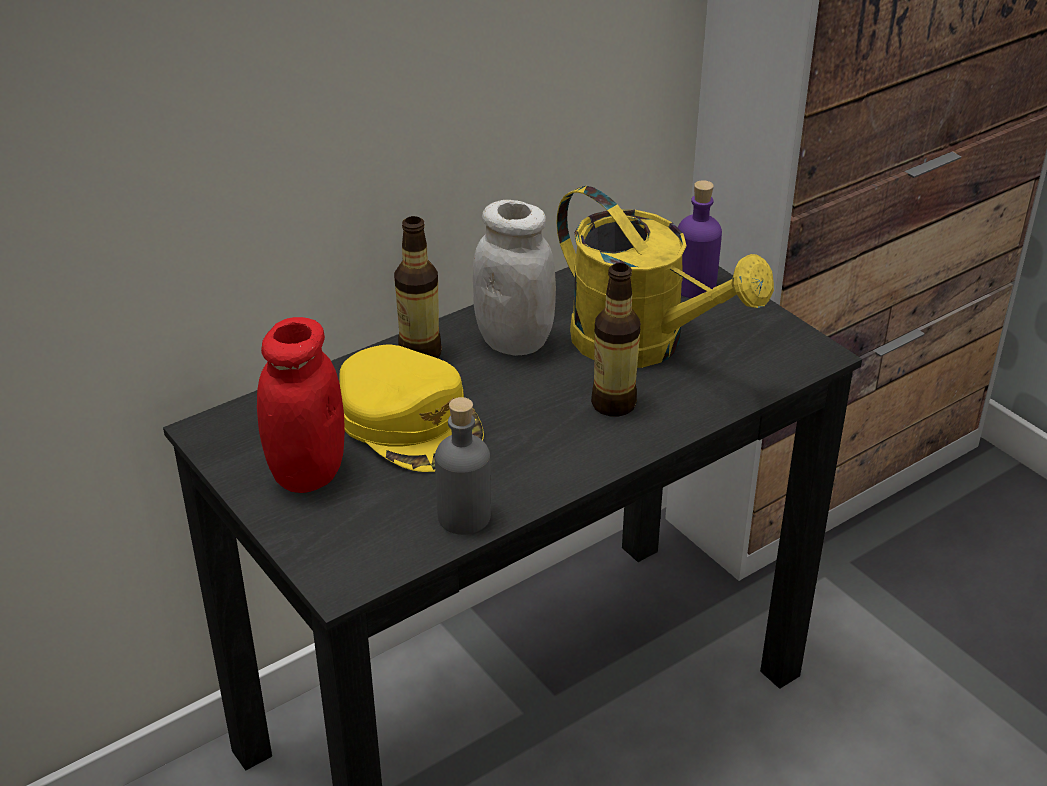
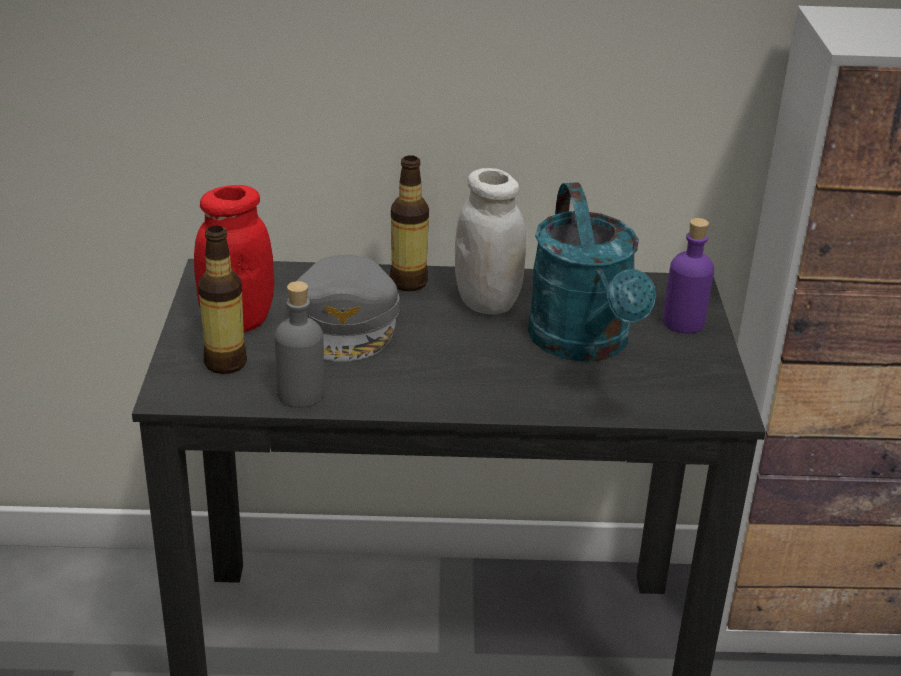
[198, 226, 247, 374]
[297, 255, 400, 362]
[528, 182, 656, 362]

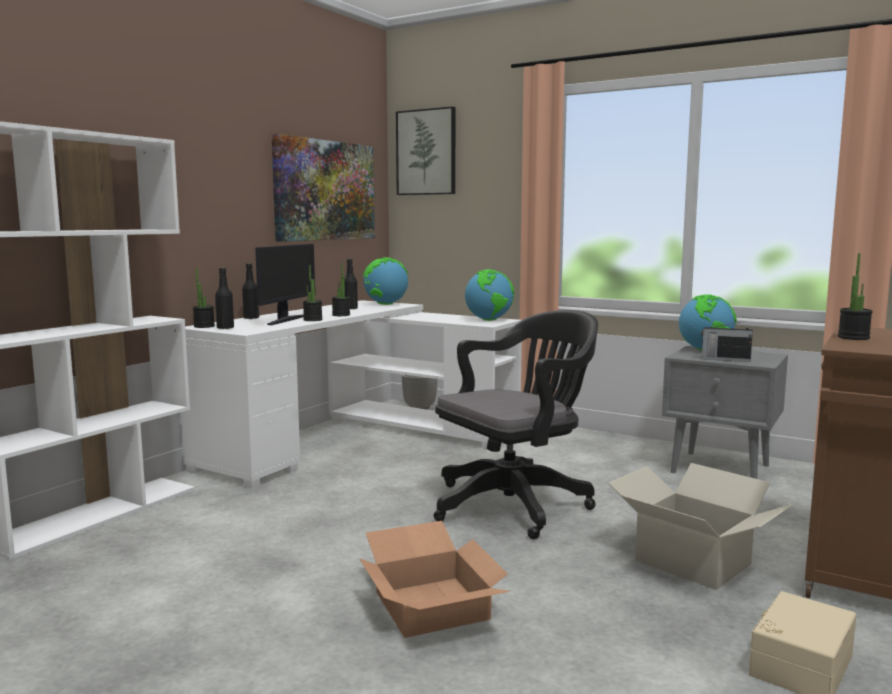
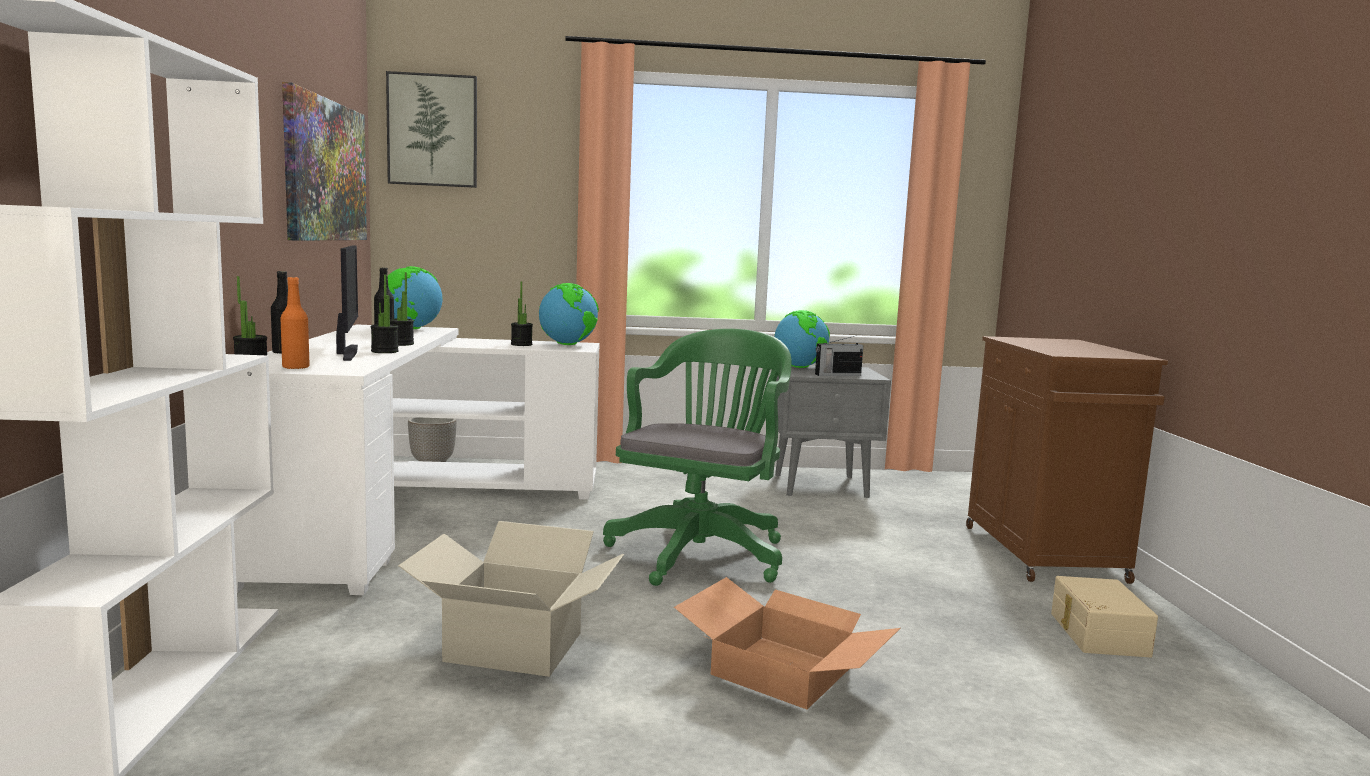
[280, 277, 310, 369]
[398, 521, 624, 677]
[511, 281, 533, 346]
[603, 329, 792, 586]

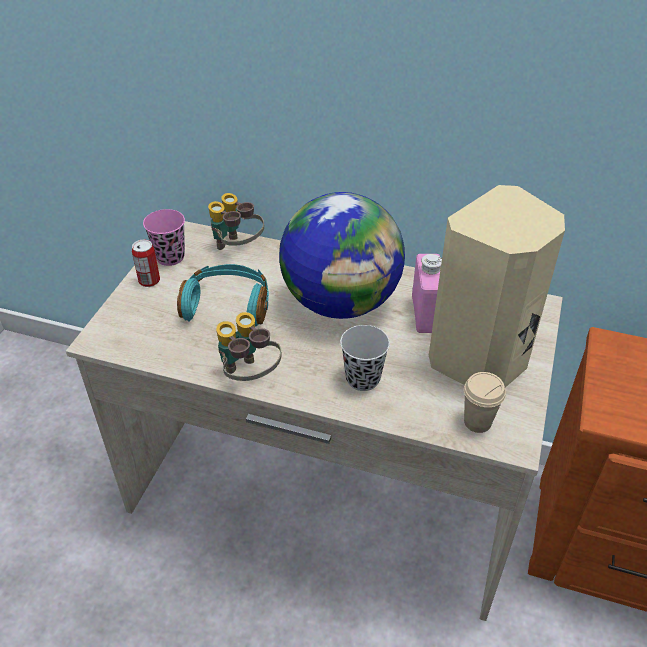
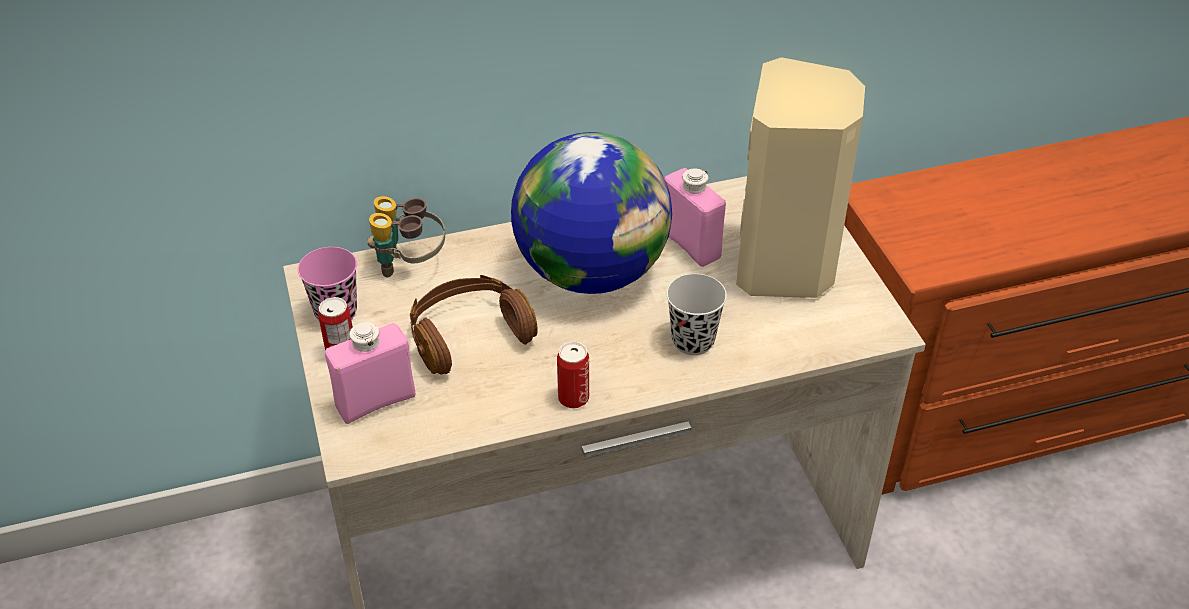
[325, 322, 415, 424]
[410, 275, 537, 375]
[557, 342, 589, 408]
[464, 372, 506, 433] (first image)

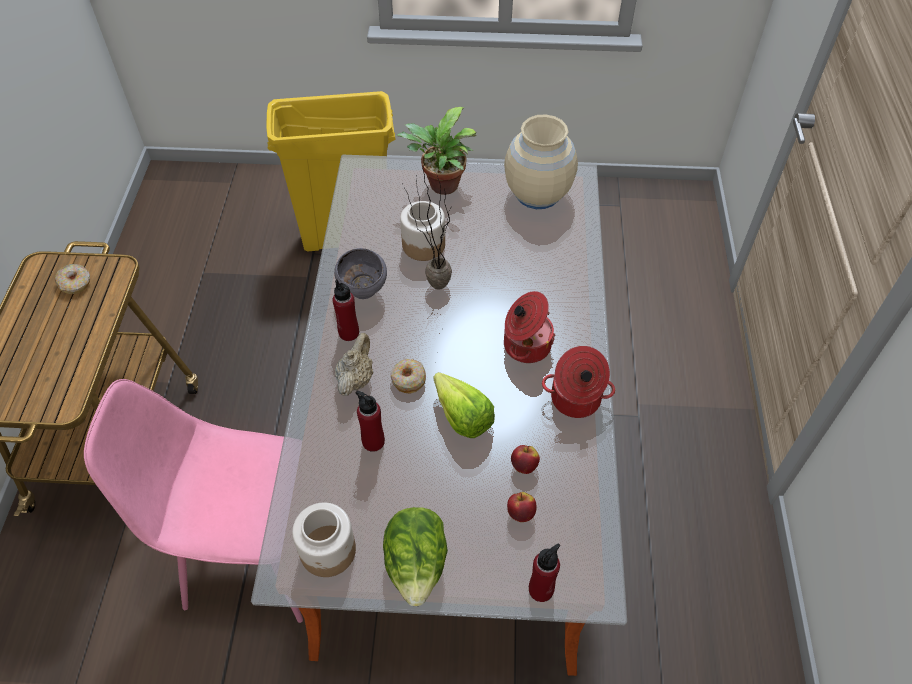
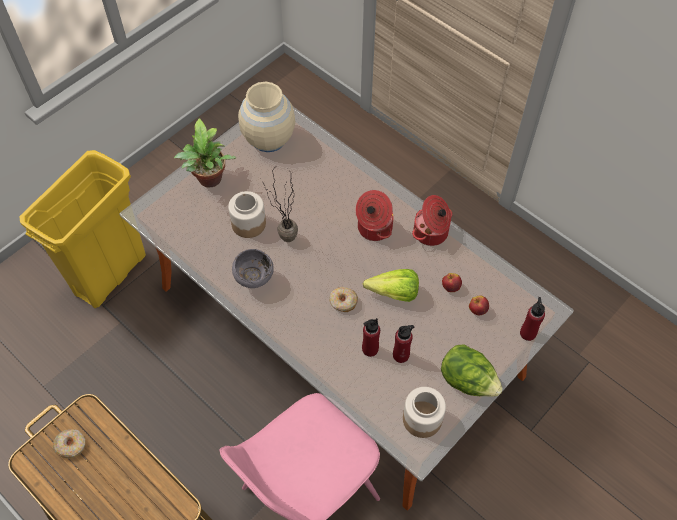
[393, 325, 414, 363]
[335, 333, 373, 396] (first image)

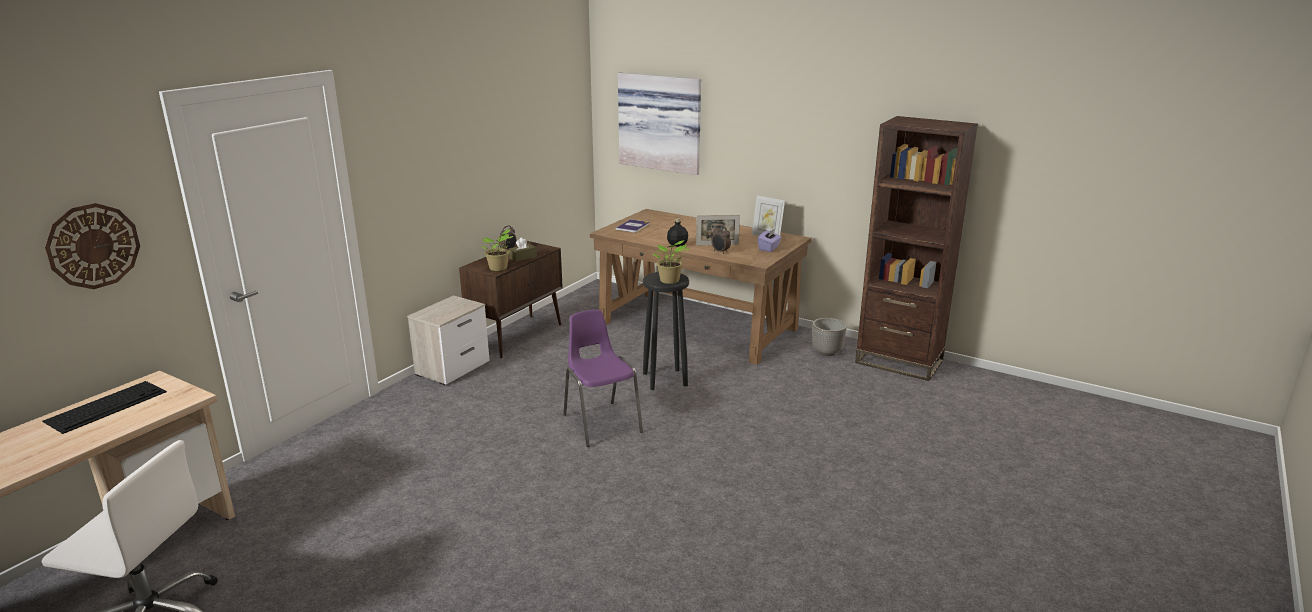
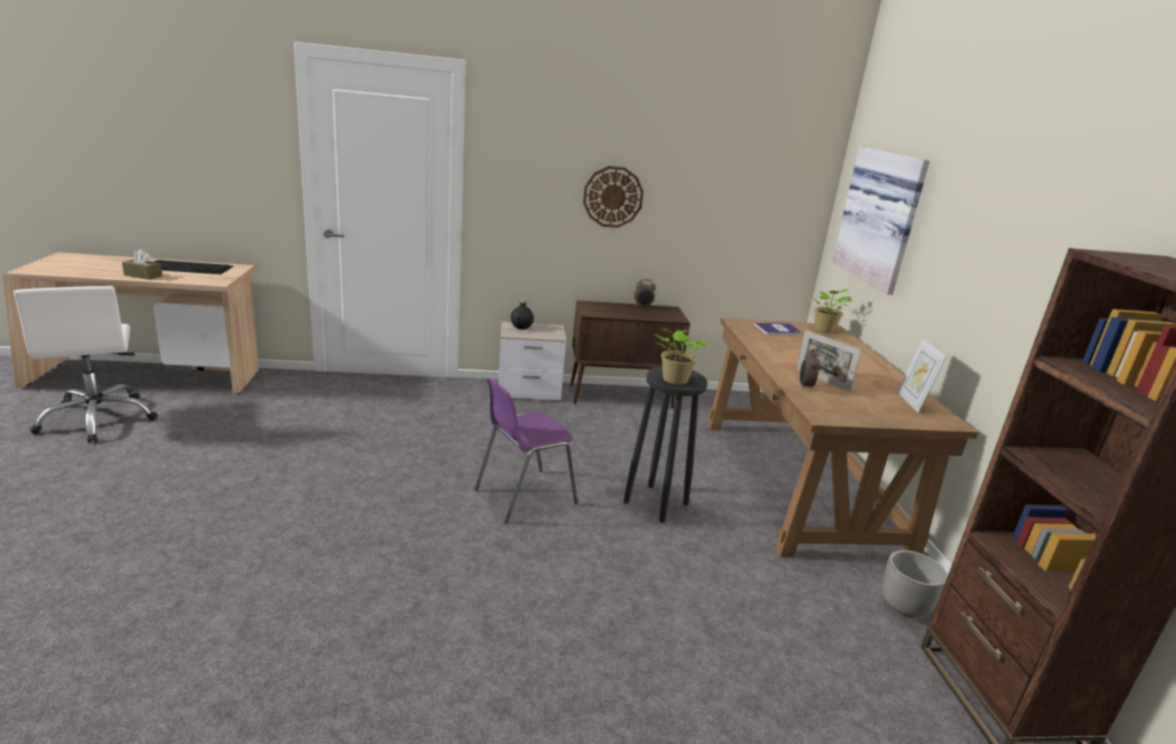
[122, 250, 163, 280]
[475, 378, 578, 524]
[511, 299, 534, 329]
[583, 166, 644, 228]
[812, 290, 854, 333]
[758, 229, 782, 252] (first image)

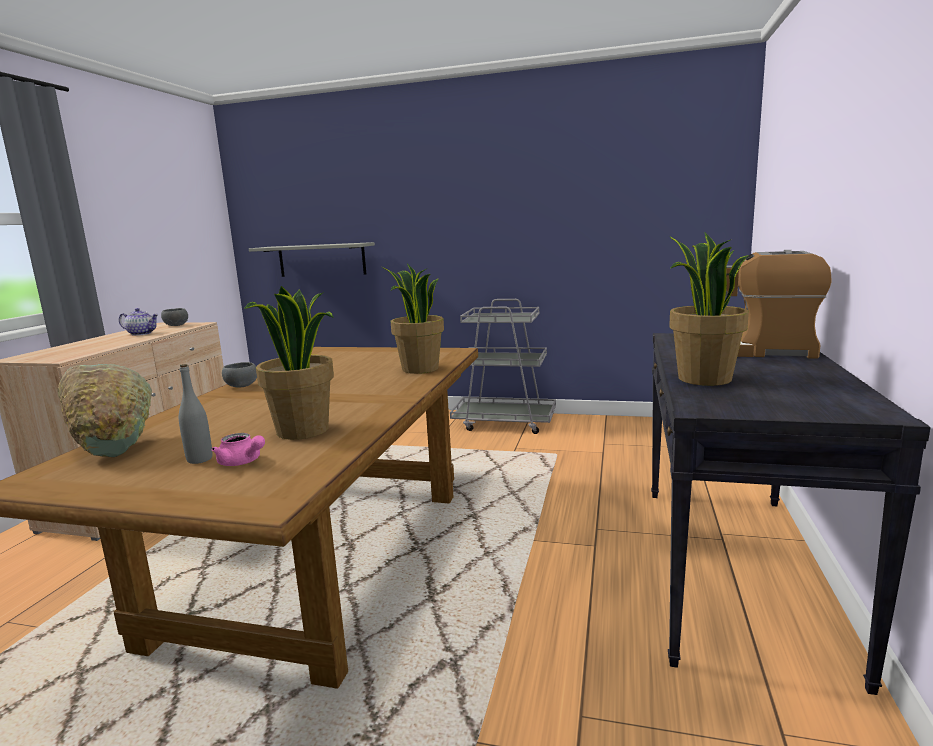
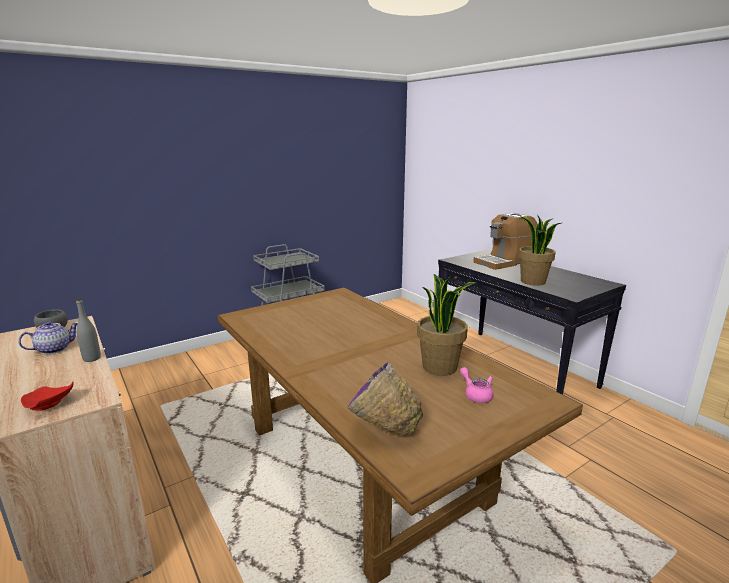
[21, 382, 74, 411]
[76, 298, 101, 362]
[348, 362, 423, 435]
[460, 367, 493, 403]
[222, 362, 257, 388] (first image)
[249, 242, 375, 277] (first image)
[382, 263, 444, 374] (first image)

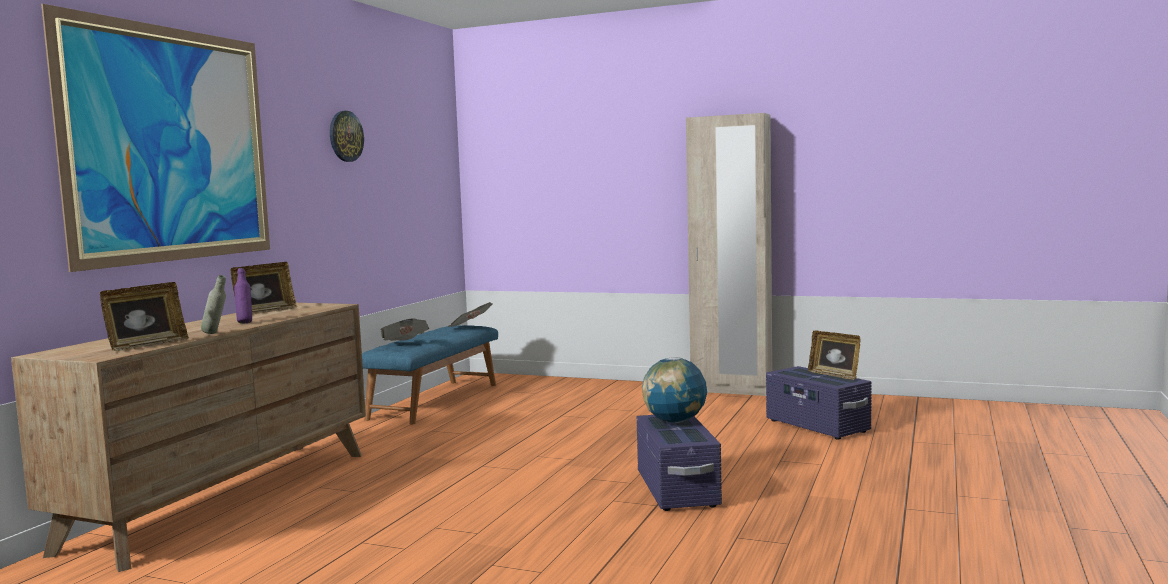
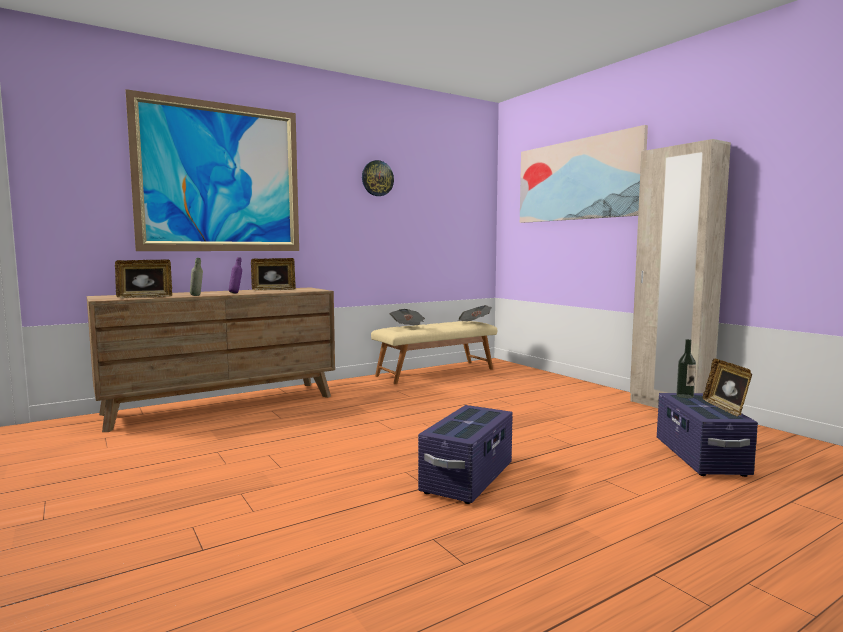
[371, 321, 497, 384]
[520, 125, 648, 223]
[676, 339, 696, 399]
[642, 357, 707, 423] (first image)

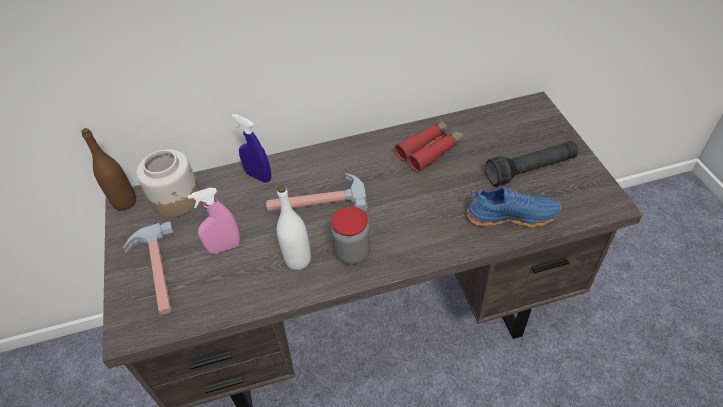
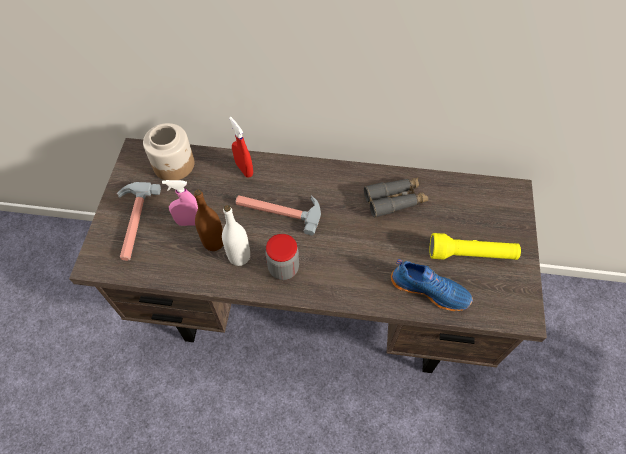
[194, 189, 223, 251]
[229, 117, 253, 178]
[364, 177, 428, 218]
[430, 233, 521, 260]

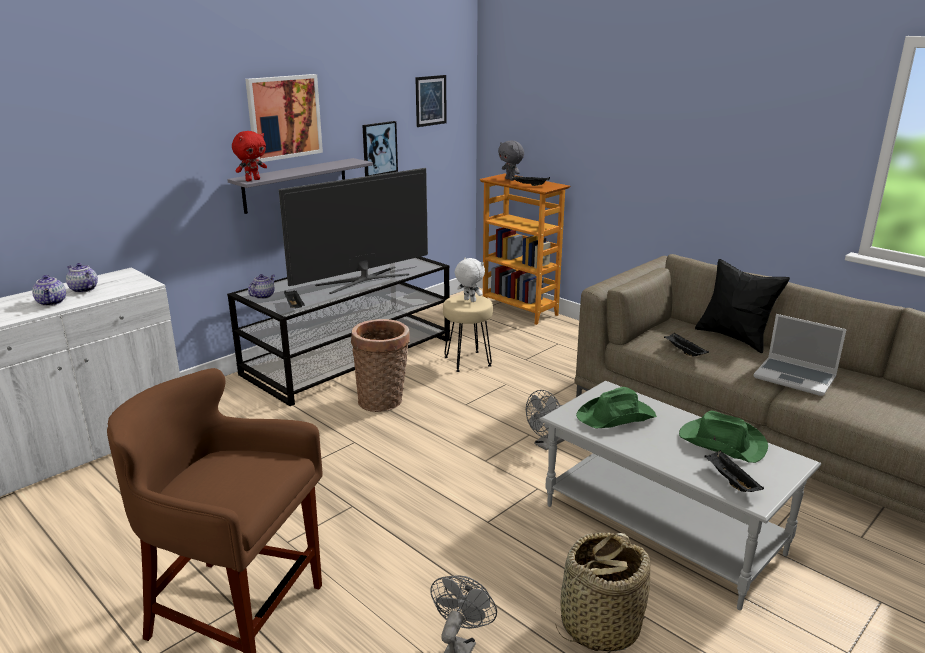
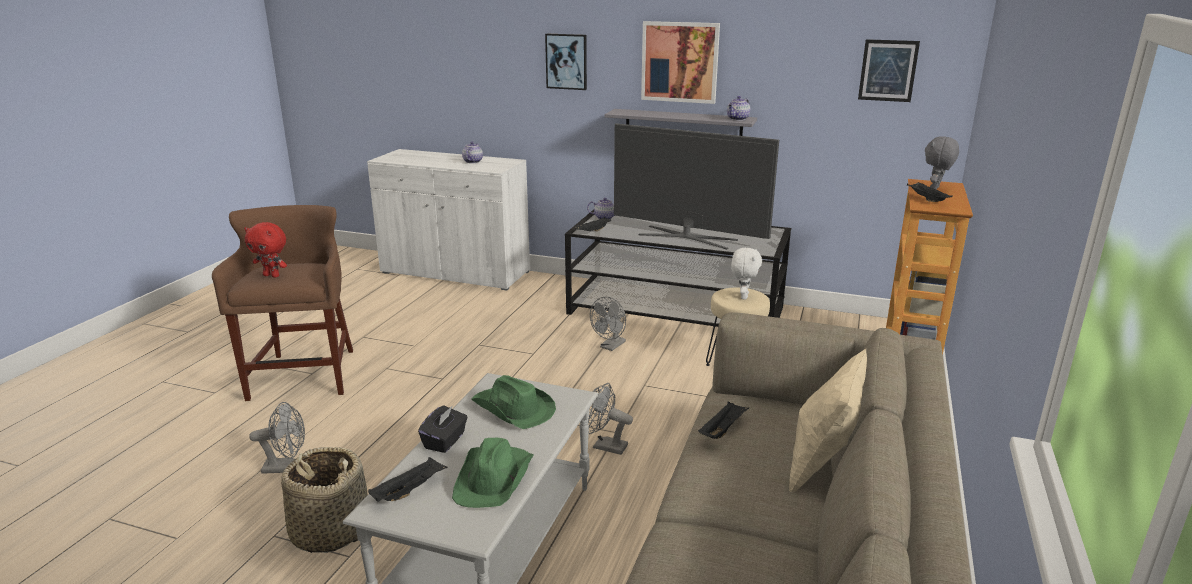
[244, 222, 287, 278]
[418, 405, 468, 453]
[545, 34, 587, 90]
[590, 297, 626, 351]
[727, 96, 750, 121]
[789, 349, 867, 493]
[753, 314, 847, 396] (first image)

